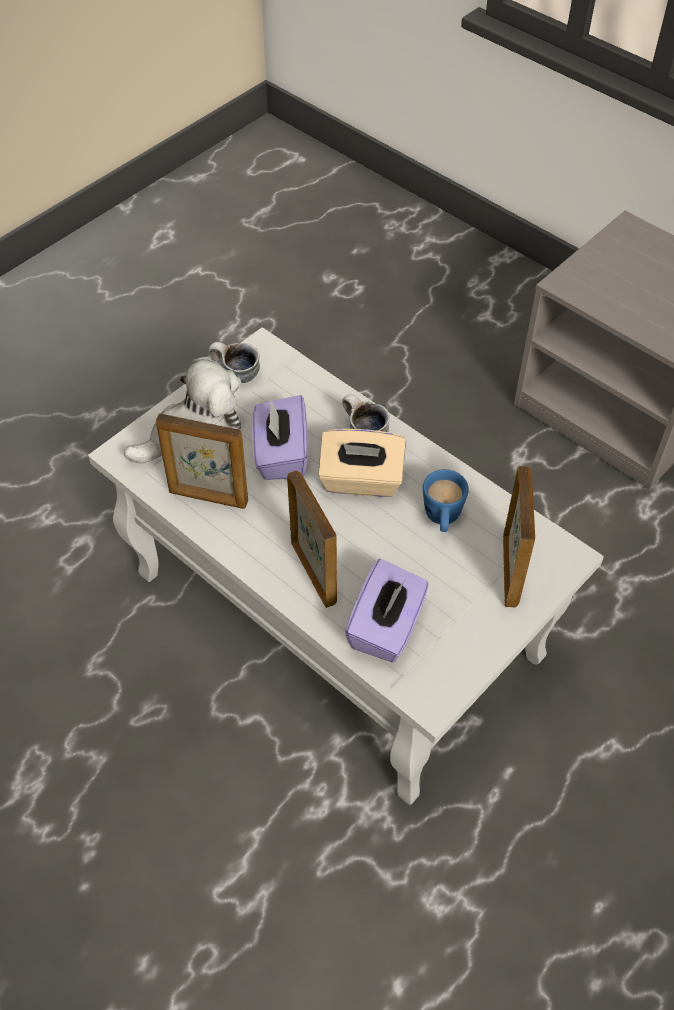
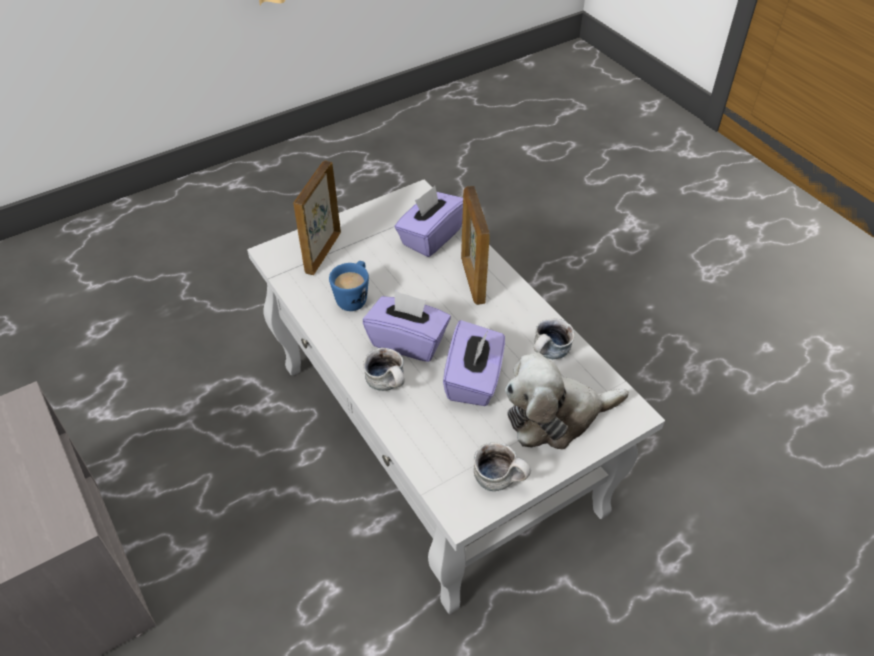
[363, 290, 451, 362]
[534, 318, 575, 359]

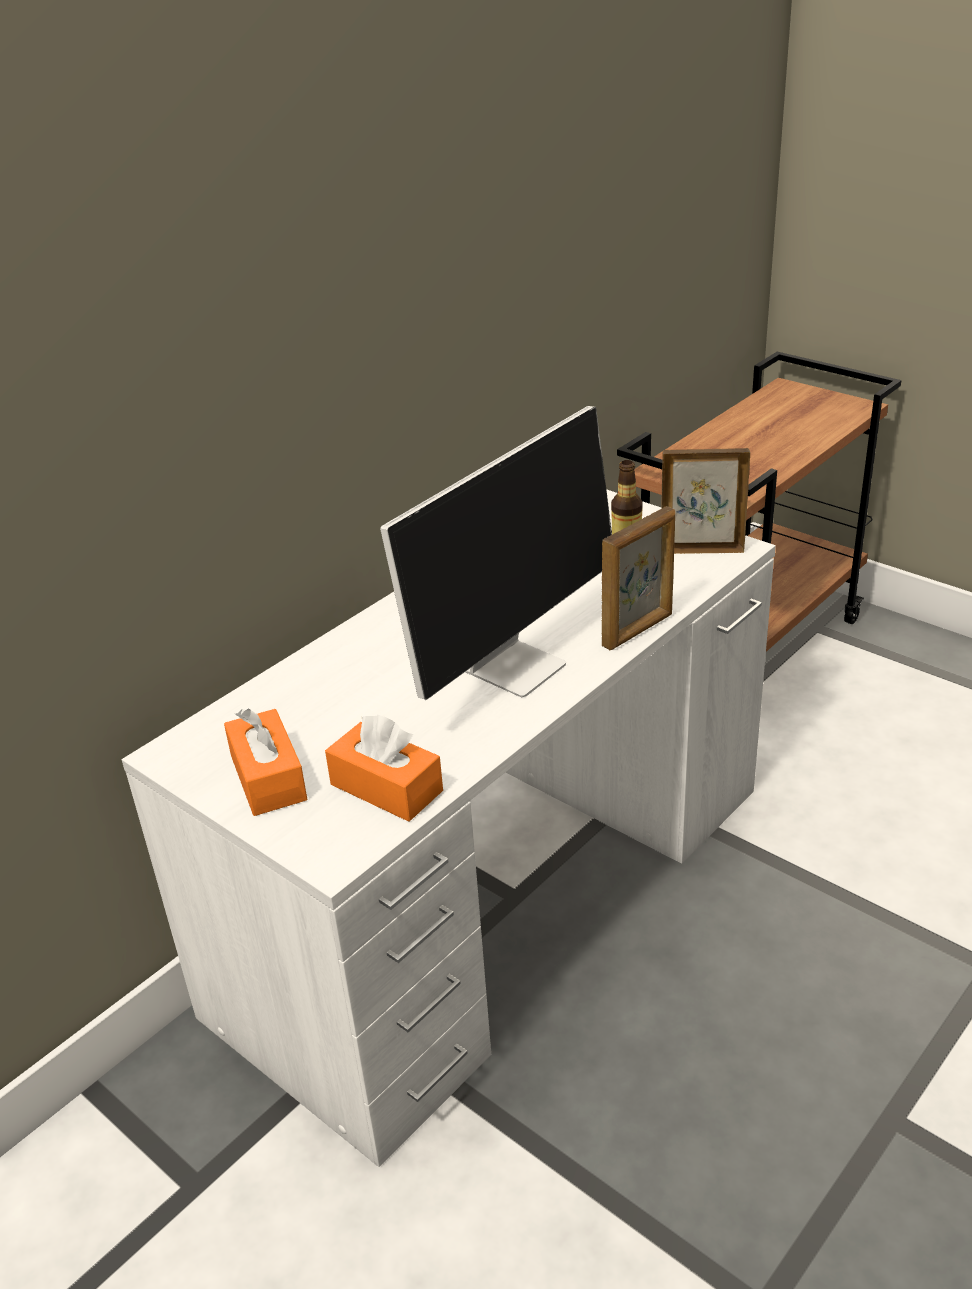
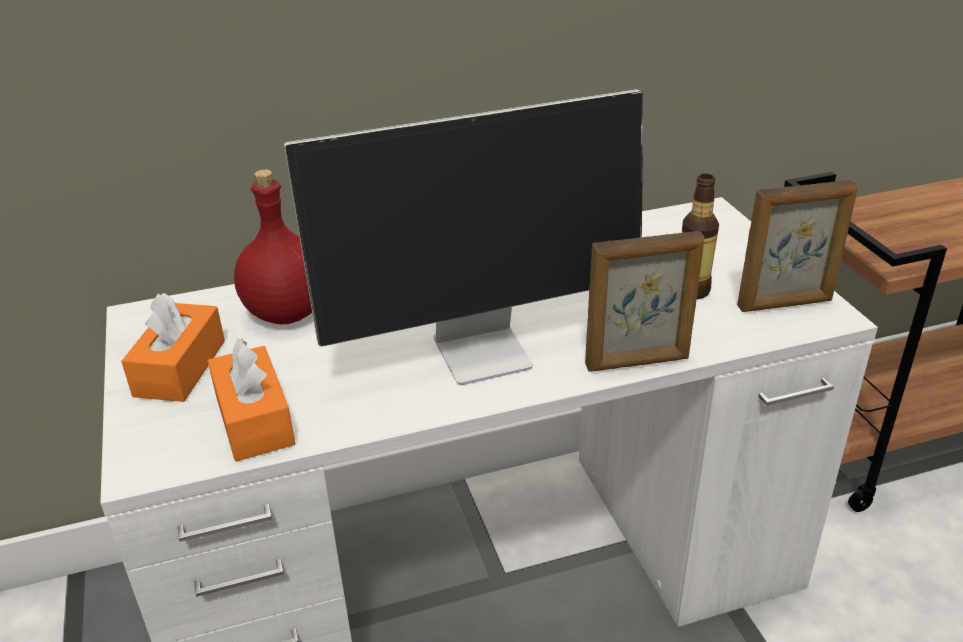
[234, 169, 312, 324]
[737, 180, 858, 312]

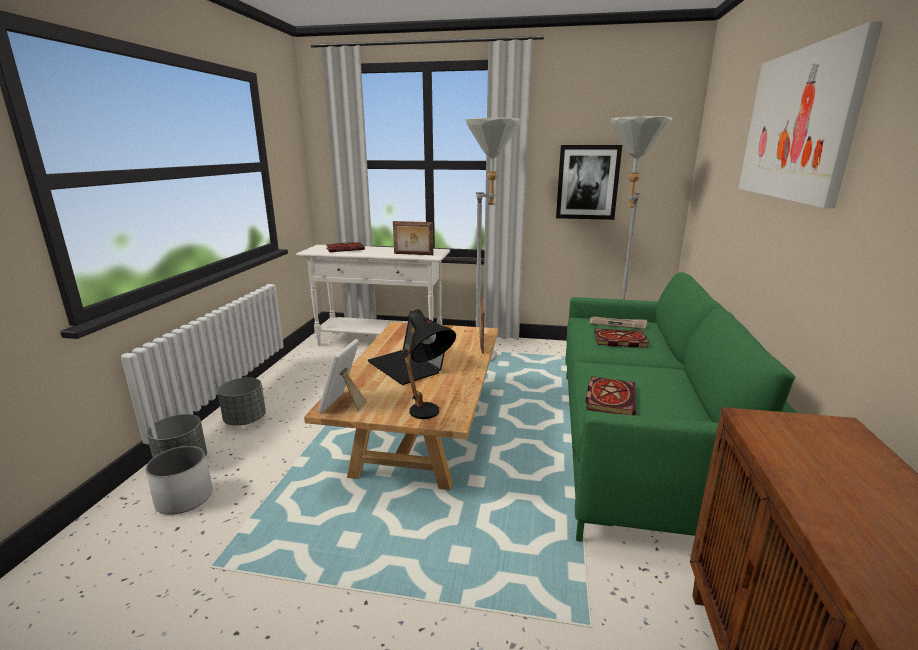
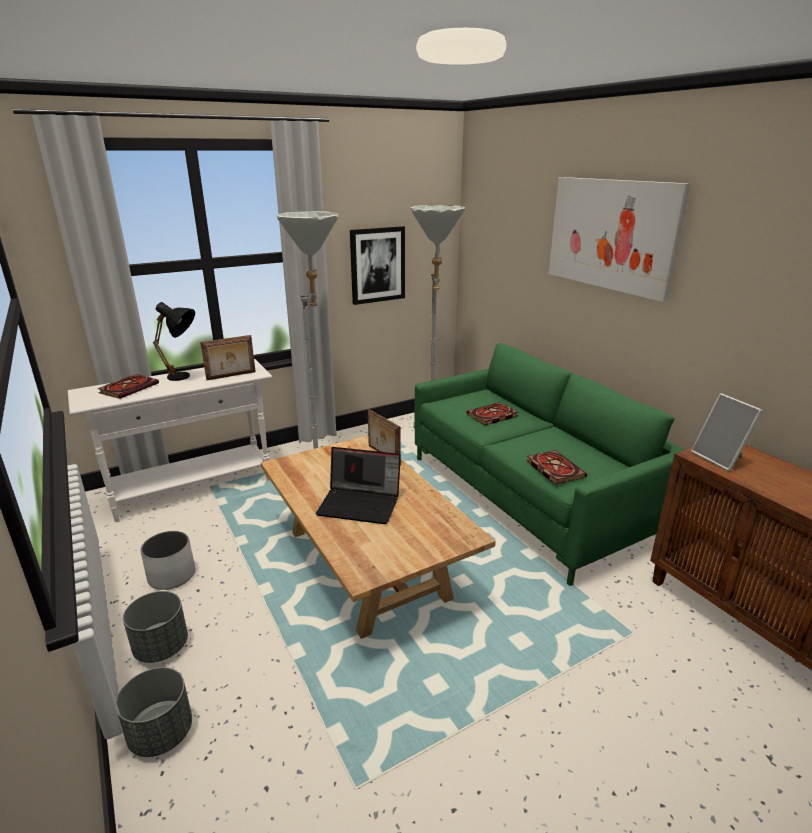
[140, 531, 195, 590]
[153, 302, 195, 381]
[691, 393, 763, 472]
[589, 316, 647, 330] (first image)

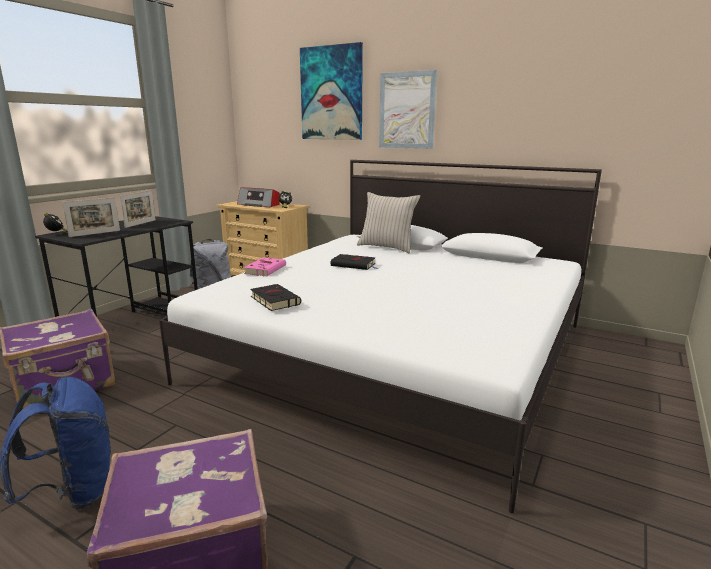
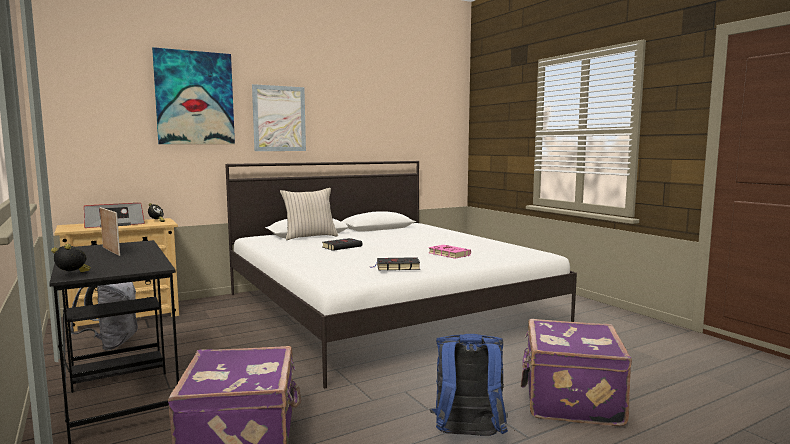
[429, 245, 471, 259]
[62, 197, 120, 237] (first image)

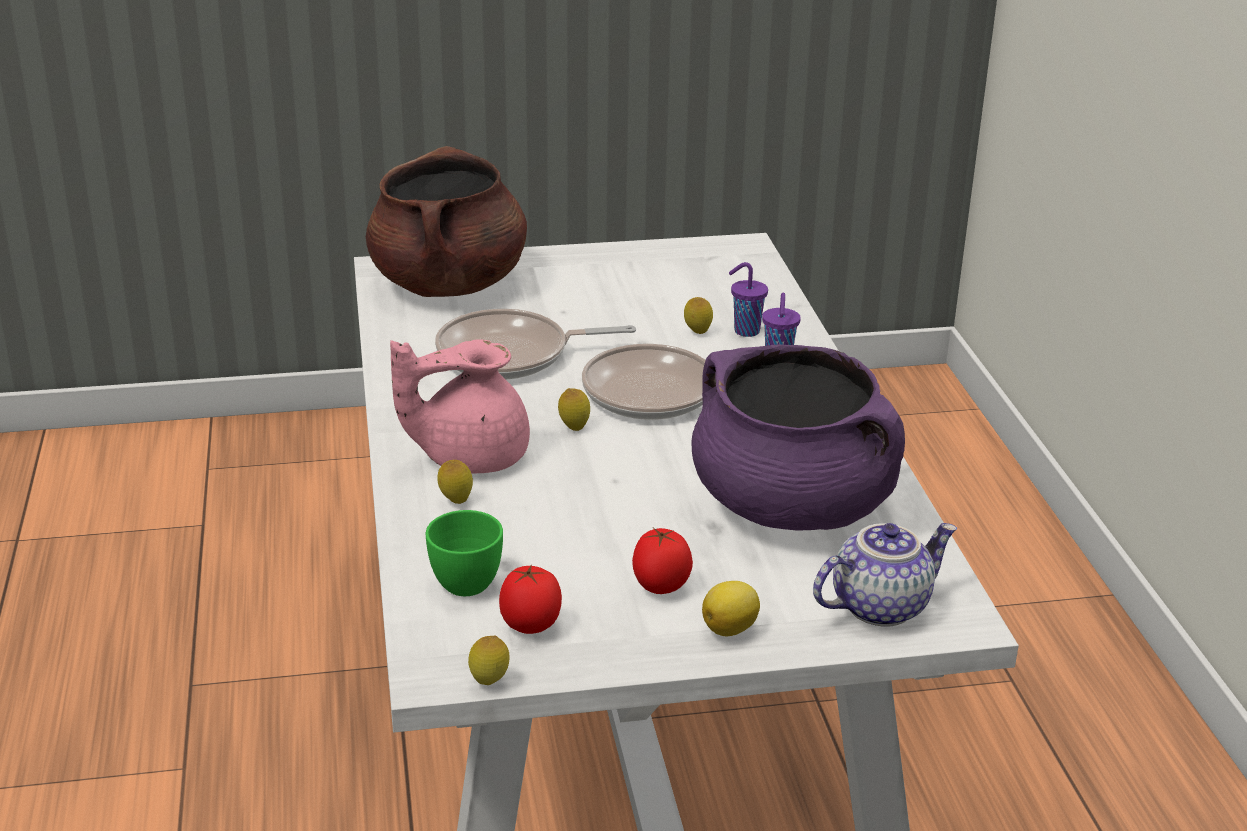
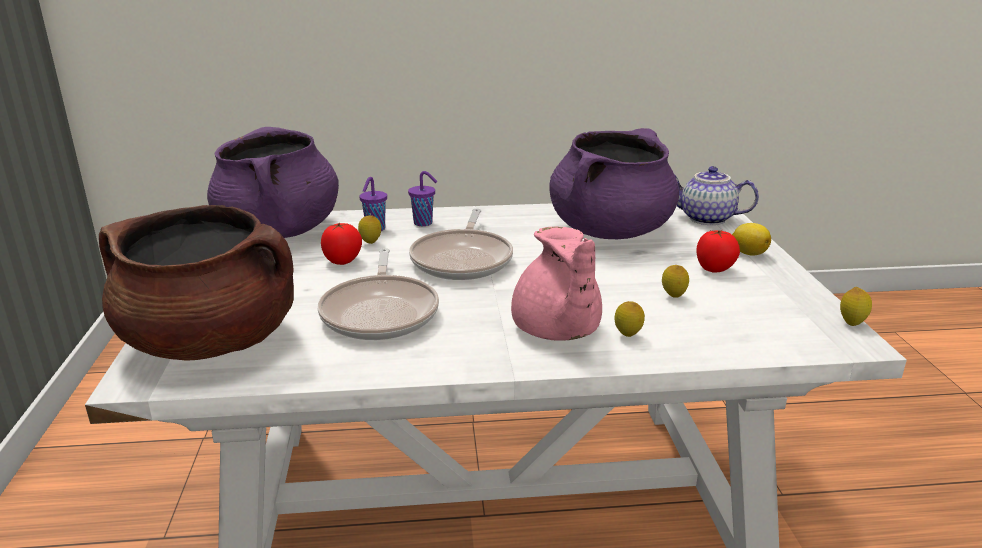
[207, 127, 339, 238]
[321, 223, 362, 265]
[662, 265, 689, 298]
[674, 166, 759, 225]
[426, 510, 503, 596] (first image)

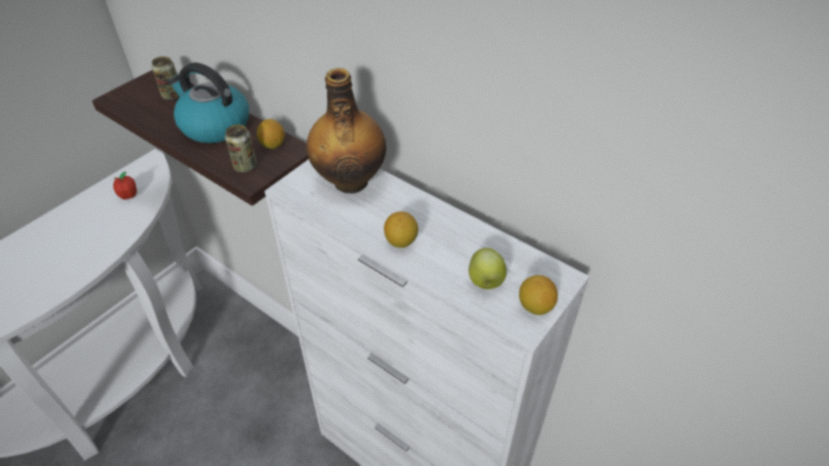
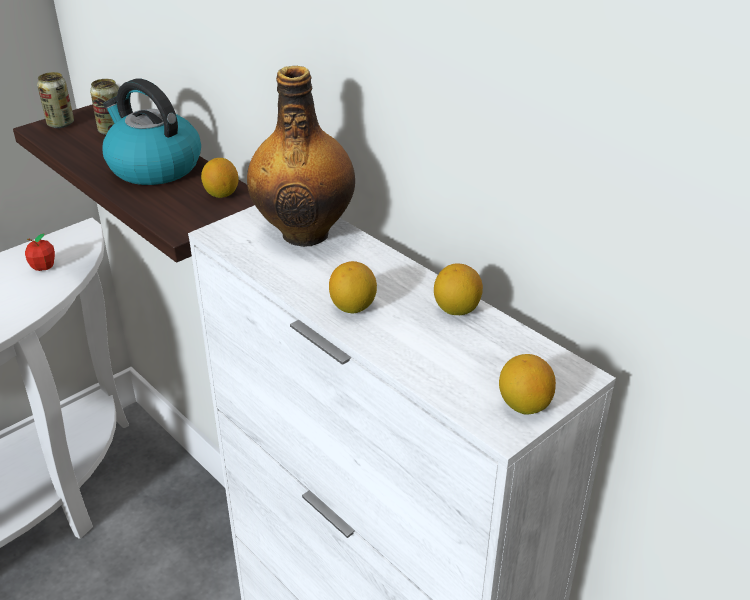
[37, 72, 74, 128]
[434, 263, 483, 315]
[469, 248, 507, 289] (first image)

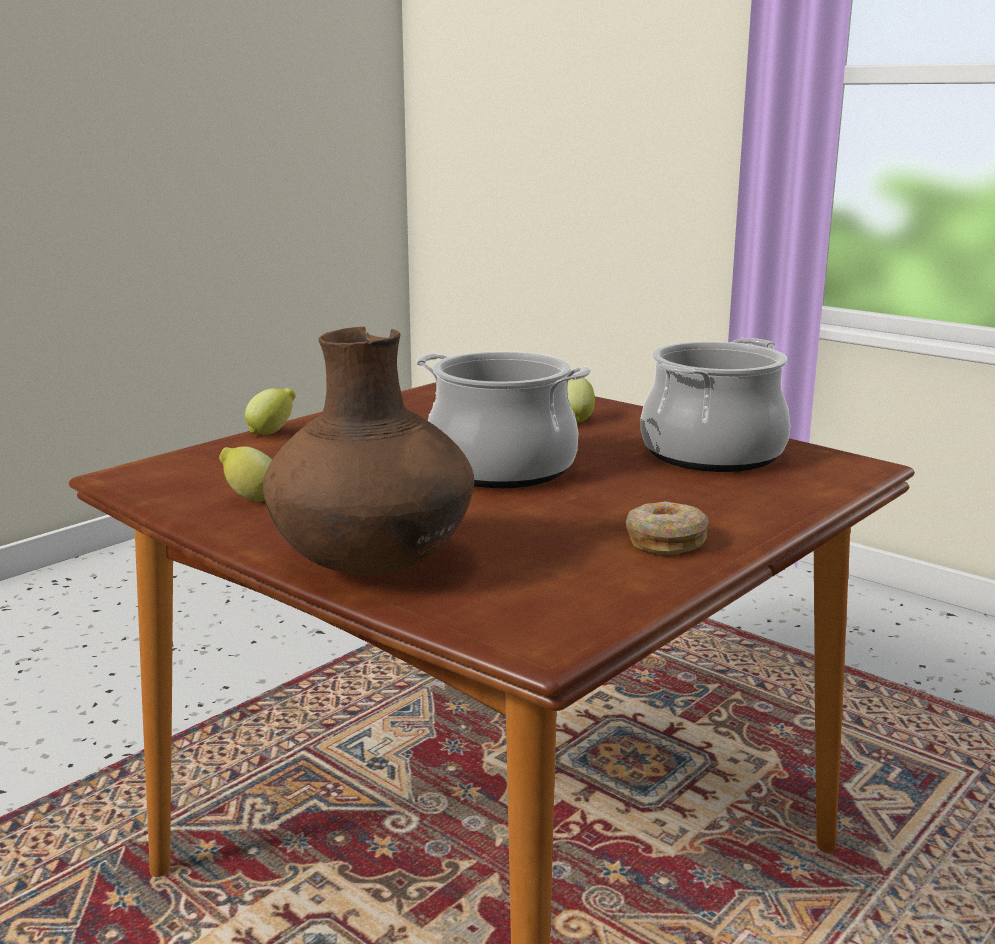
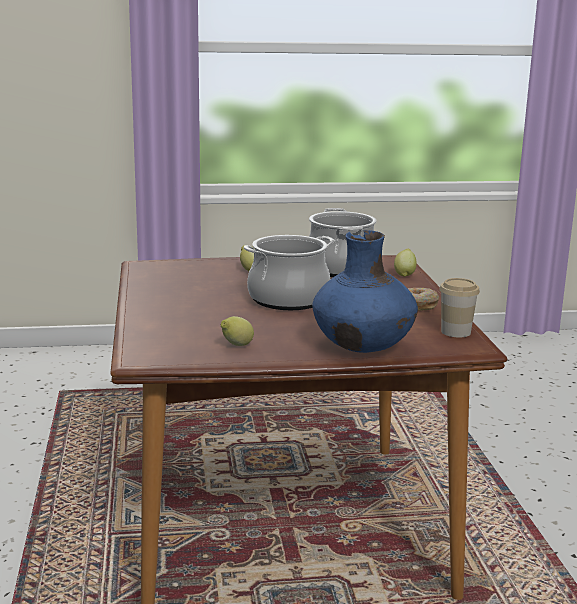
[312, 230, 418, 353]
[394, 249, 417, 277]
[440, 278, 480, 338]

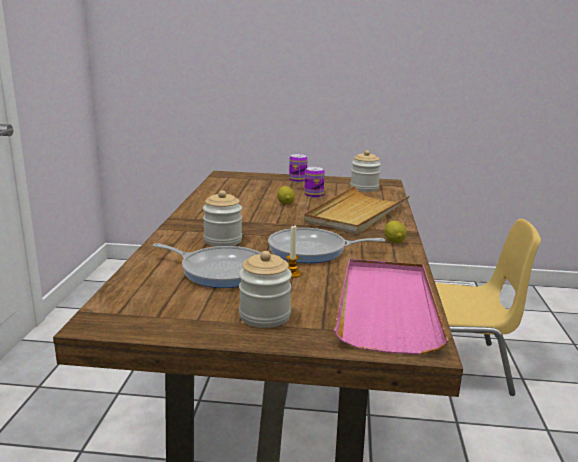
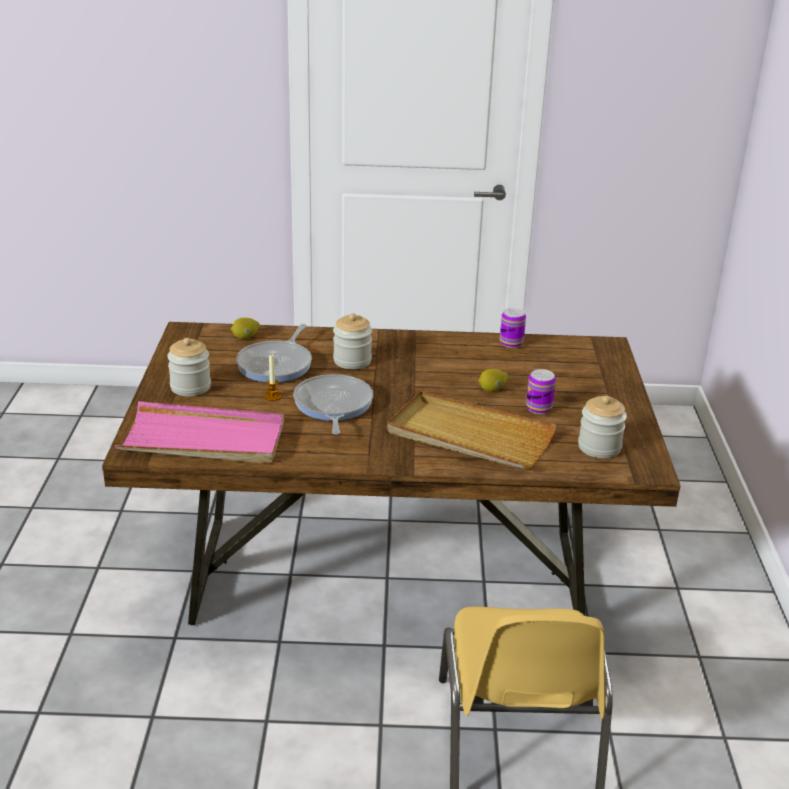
[231, 318, 260, 339]
[500, 308, 526, 348]

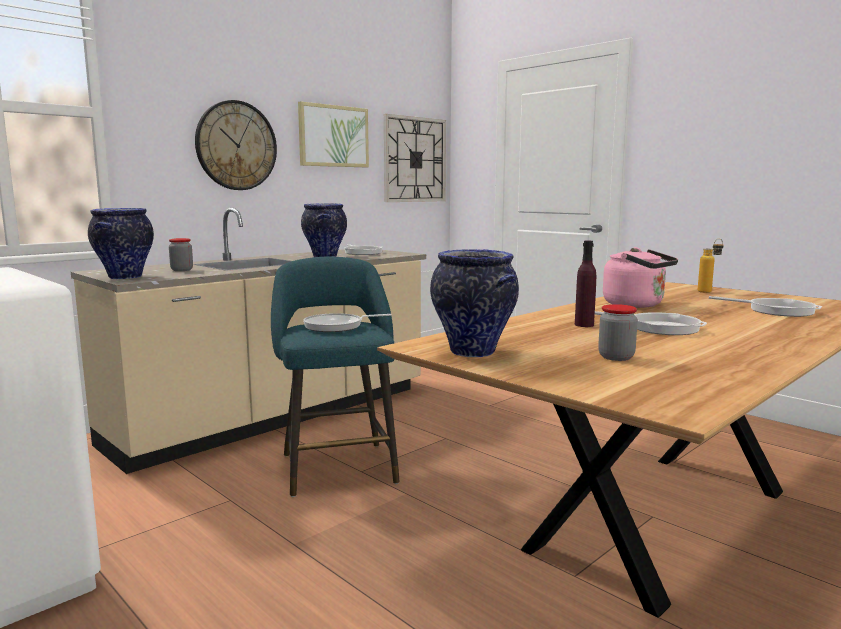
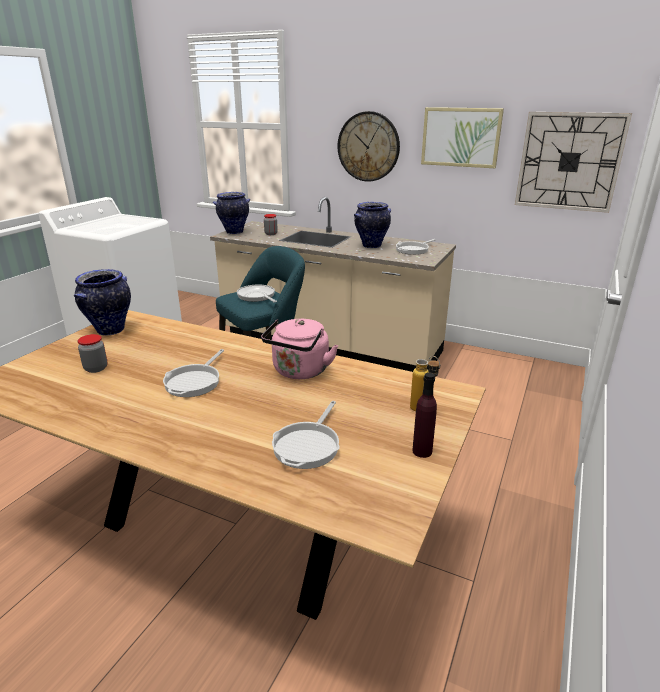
[412, 373, 437, 458]

